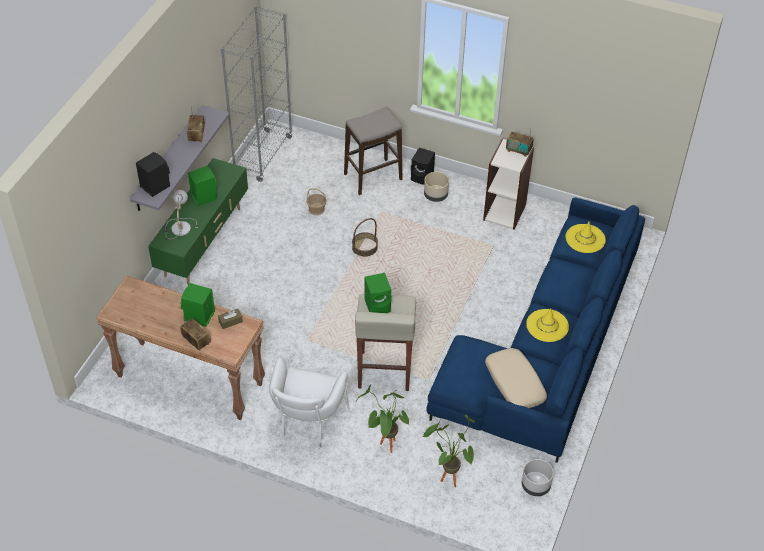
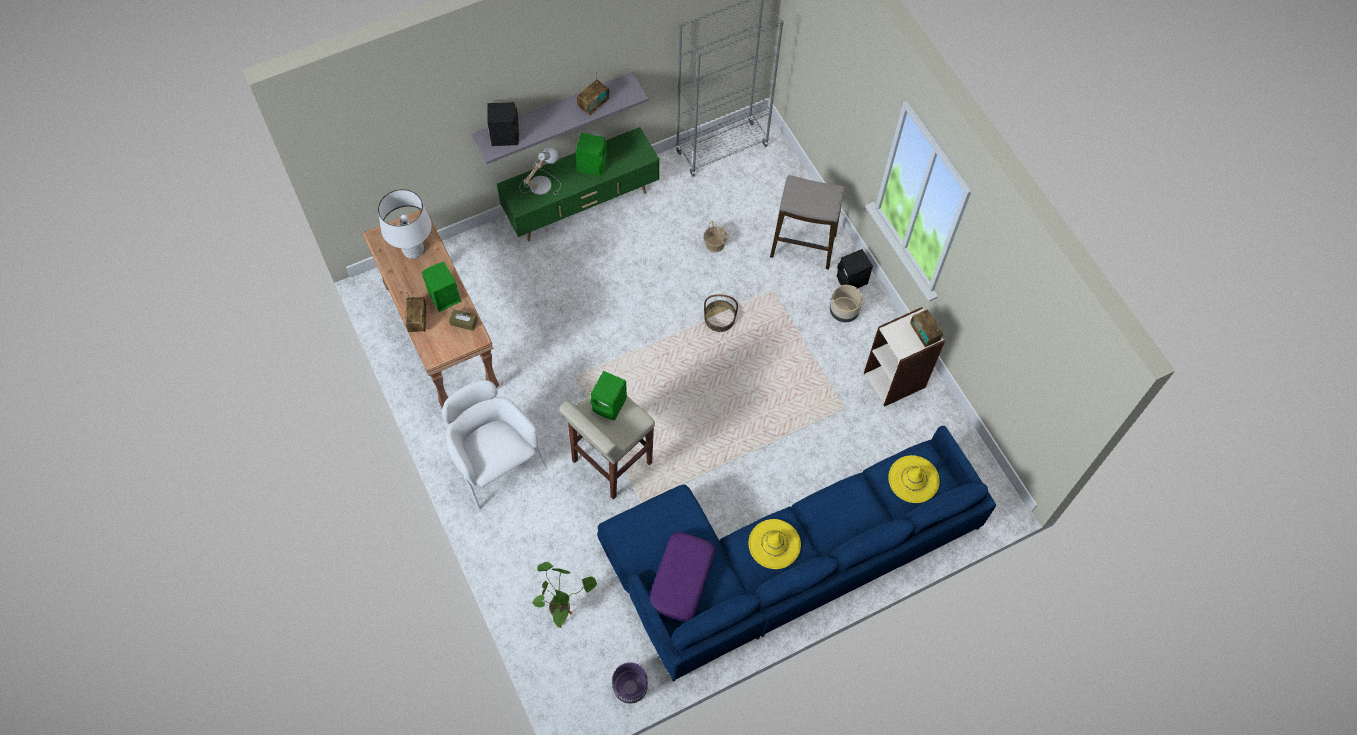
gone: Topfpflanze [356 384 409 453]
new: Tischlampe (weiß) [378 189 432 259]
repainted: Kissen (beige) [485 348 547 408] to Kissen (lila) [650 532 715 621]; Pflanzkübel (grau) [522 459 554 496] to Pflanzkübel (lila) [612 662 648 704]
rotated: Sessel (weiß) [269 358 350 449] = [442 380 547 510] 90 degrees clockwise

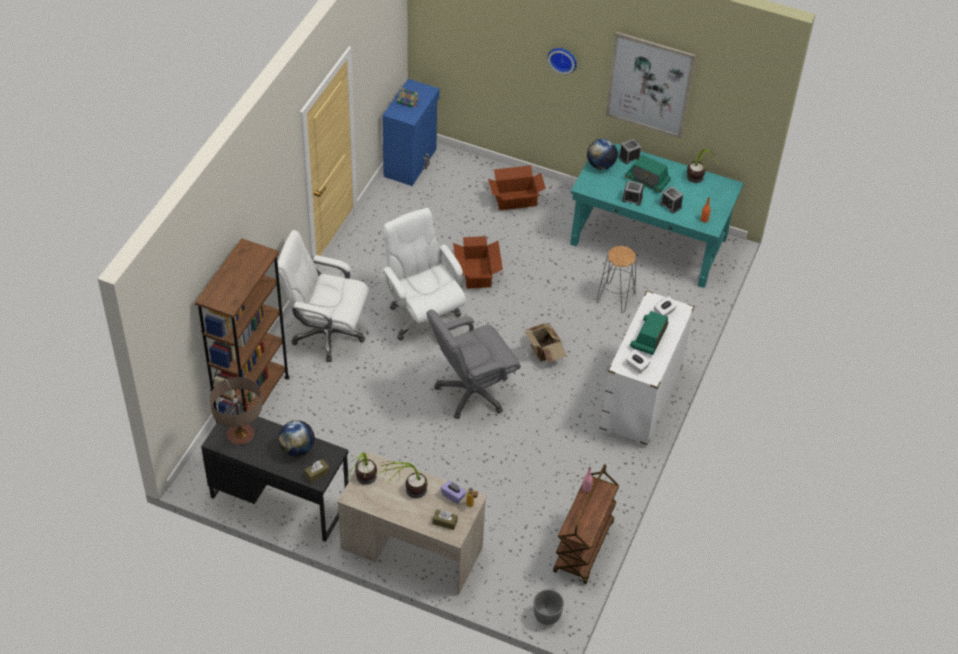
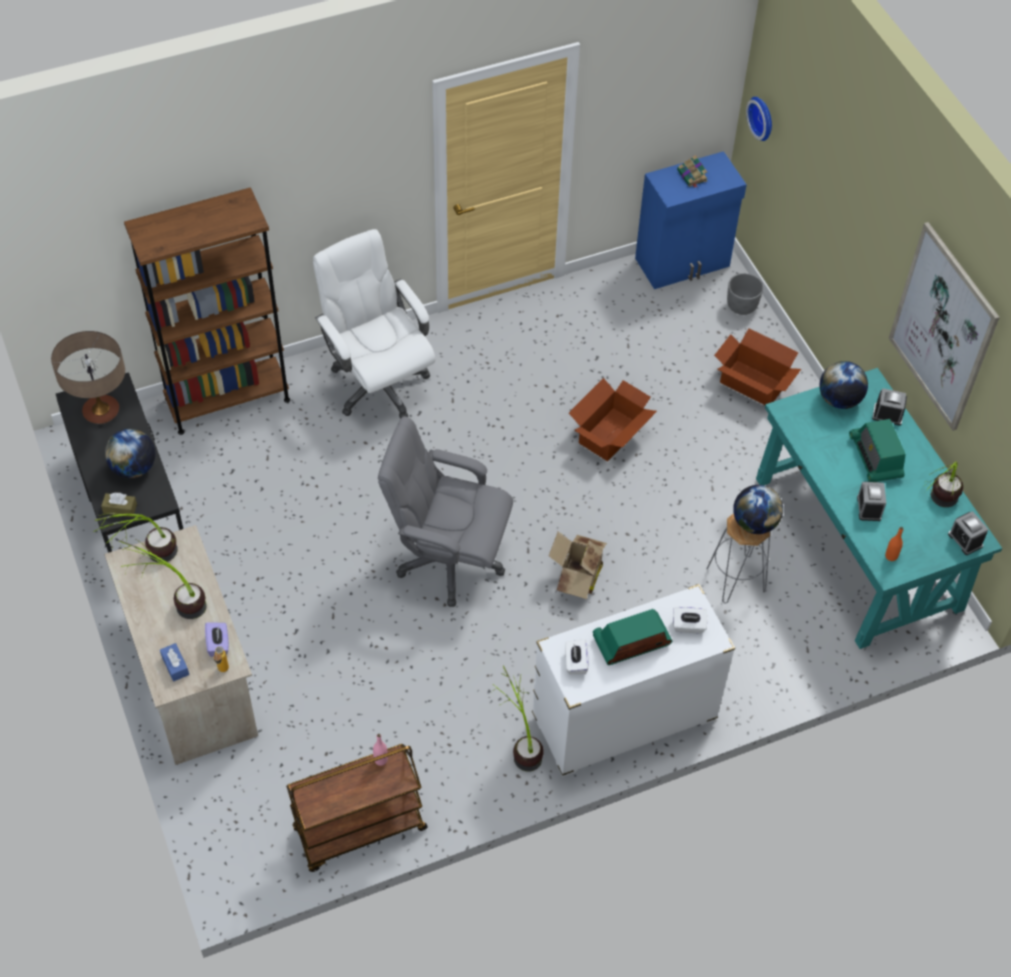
gone: Bürostuhl (weiß) [382 208 466 340]
new: Topfpflanze [492 665 544 772]; Globus [733 485 783 534]
shifted: Pflanzkübel (grau) [534 589 564 625] to [727 273 764 315]; Wanduhr [548 48 577 74] to [746 97 772 141]; Wecker [622 181 644 206] to [948 511 989 555]
repainted: Taschentuchbox (braun) [433 509 458 530] to Taschentuchbox (blau) [160 643 189 682]

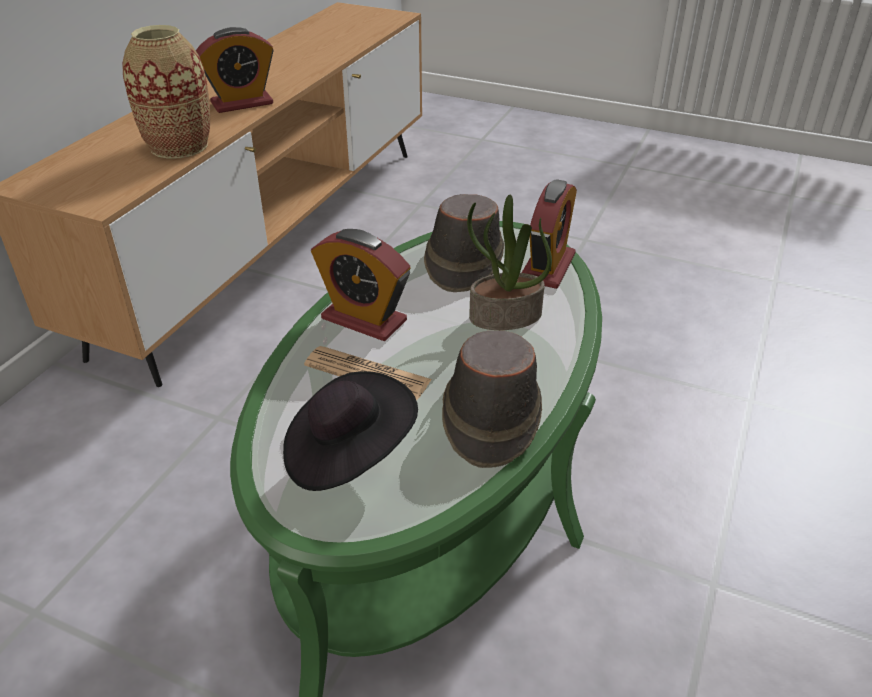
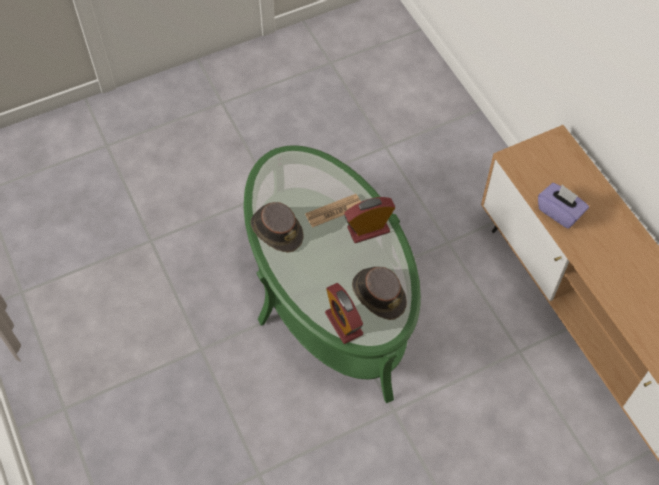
gone: Wecker [196 27 274 113]; Hut (schwarz) [283 371 418 491]; Topfpflanze [467 195 552 330]
swapped: Vase [122 25 210 159] to Taschentuchbox (lila) [538 183 589 229]

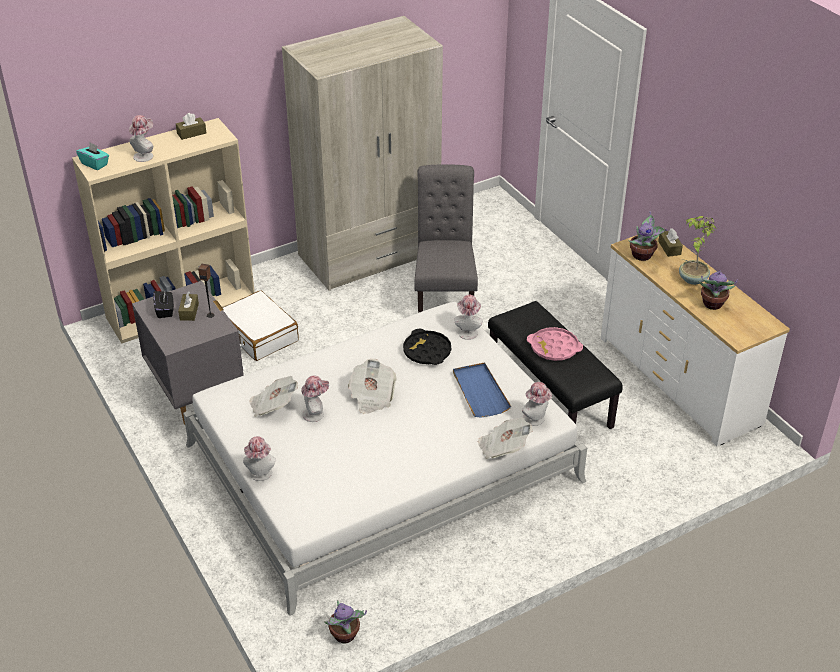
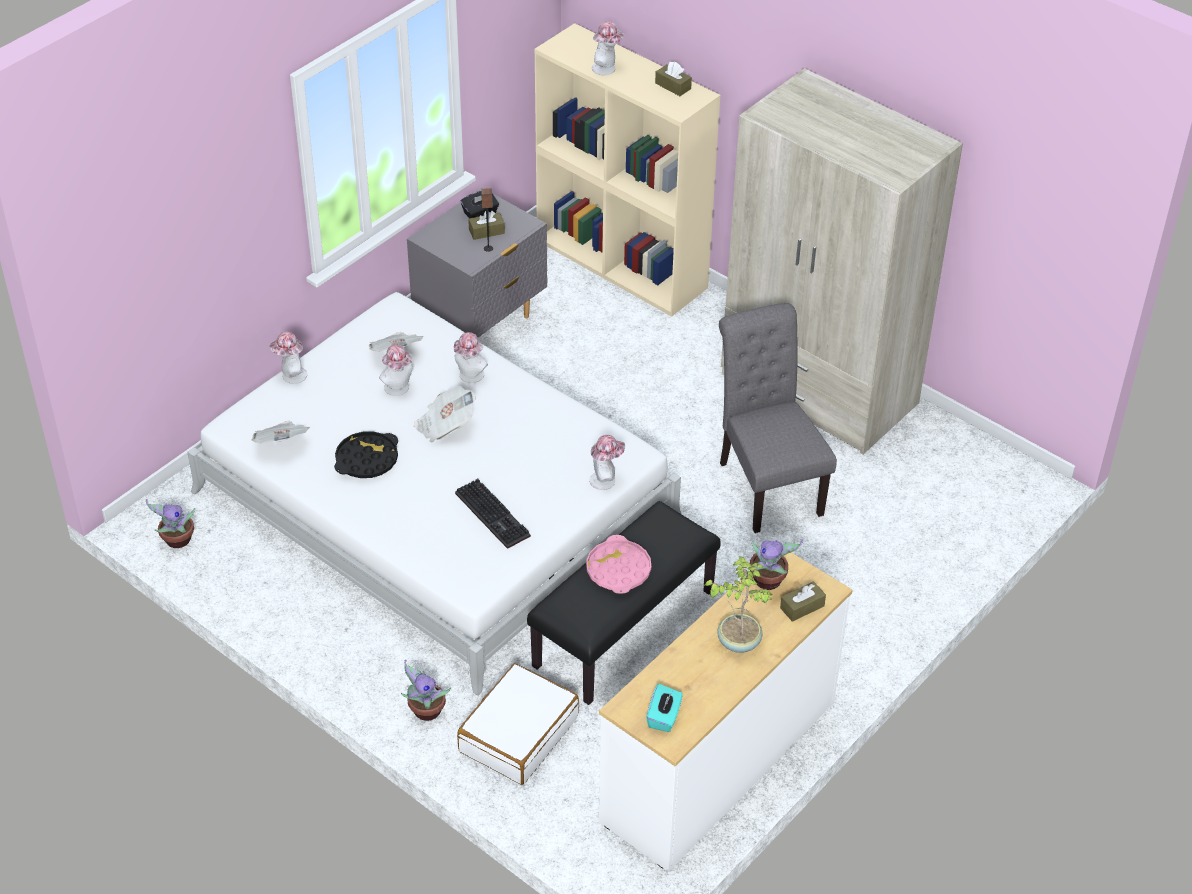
shifted: Taschentuchbox (türkis) [76 143 109 170] to [646 684 683 732]; Koffer (weiß) [222 290 299 361] to [457 663 579 785]; Tablett (schwarz) [403 329 451 365] to [334 431 398 478]; Zeitung [477 417 533 459] to [252 421 310 443]; Hut [522 382 552 426] to [454 332 488 383]; Topfpflanze [699 270 738 310] to [401 660 451 721]
swapped: Tablett (blau) [453 363 511 418] to Tastatur [455 478 531 549]
rotated: Stuhl (grau) [415 165 478 313] = [719 303 837 533] 90 degrees counterclockwise

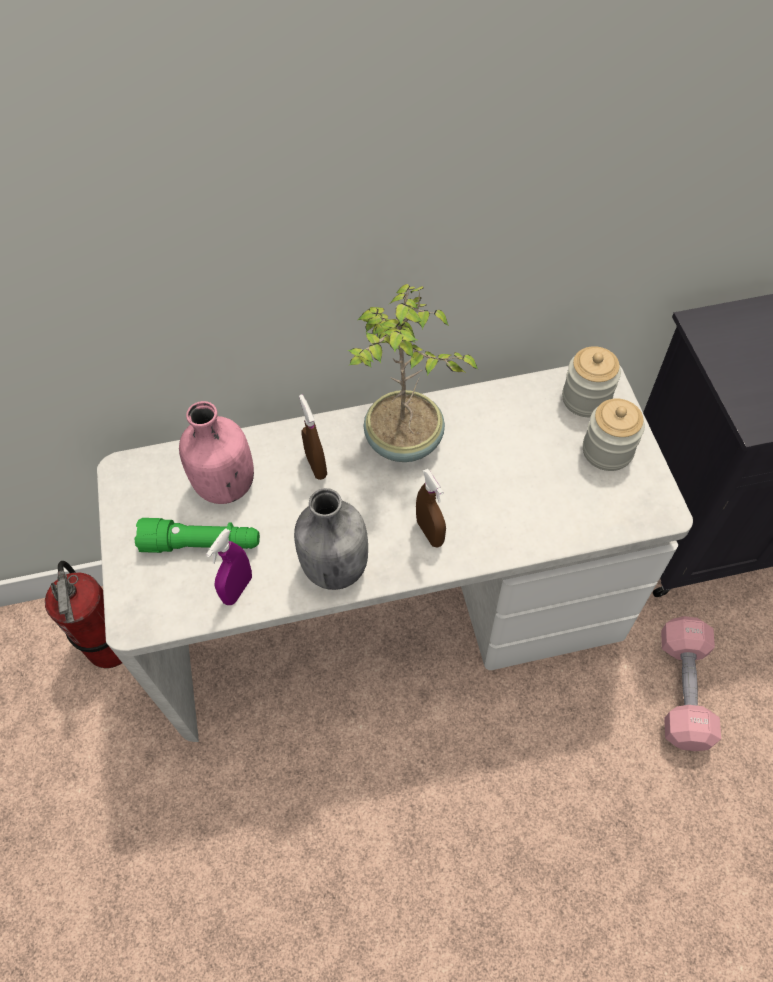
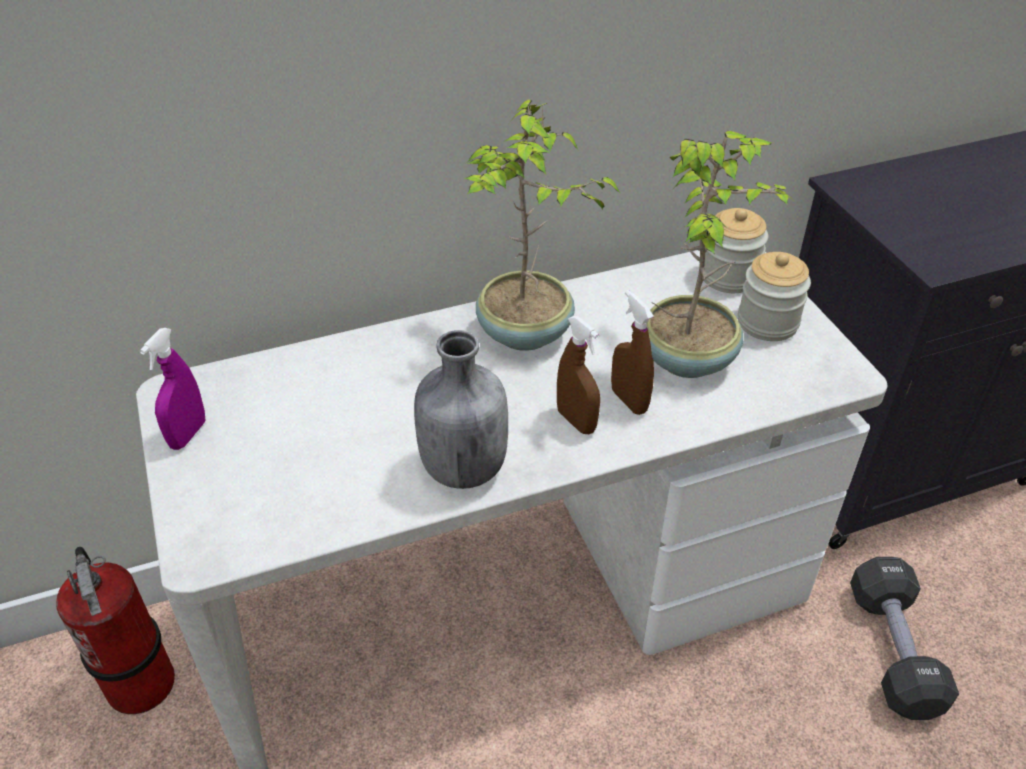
gone: Taschenlampe (grün) [135 518 260 553]; Flasche (rosa) [179 401 254 504]
new: Topfpflanze [647 131 797 378]
shifted: Sprühflasche (lila) [206 528 252 605] to [140 328 205 450]; Sprühflasche (braun) [299 394 327 480] to [611 290 654 415]
repainted: Hantel (rosa) [661 616 721 751] to Hantel (schwarz) [850 557 959 720]

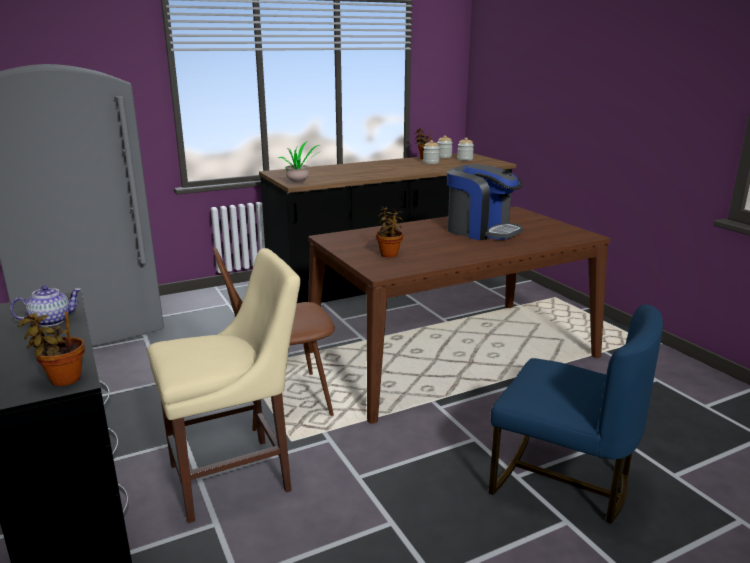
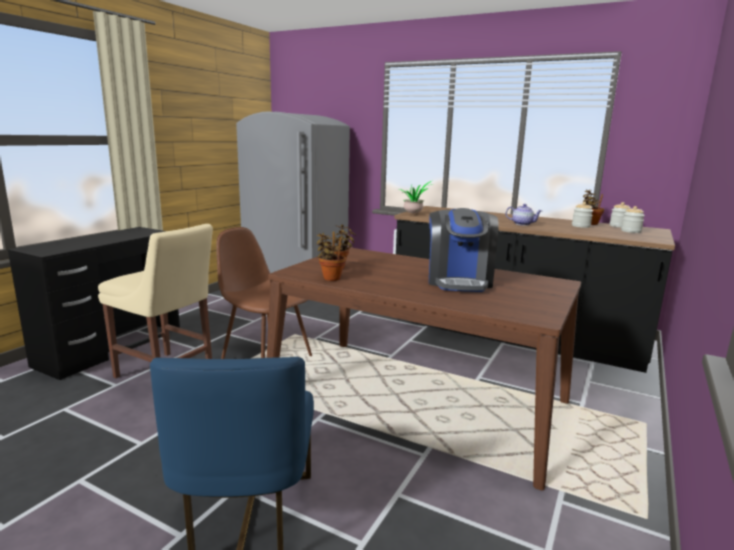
shifted: Teekanne [10 285 81 327] to [506 204 542 226]; Topfpflanze [17 311 85 386] to [316 233 346 281]

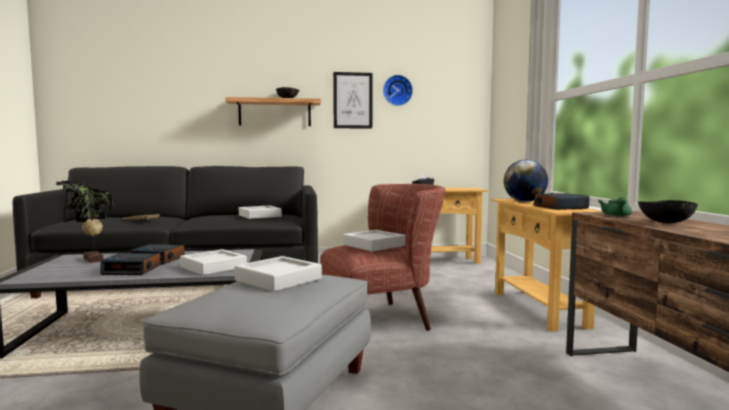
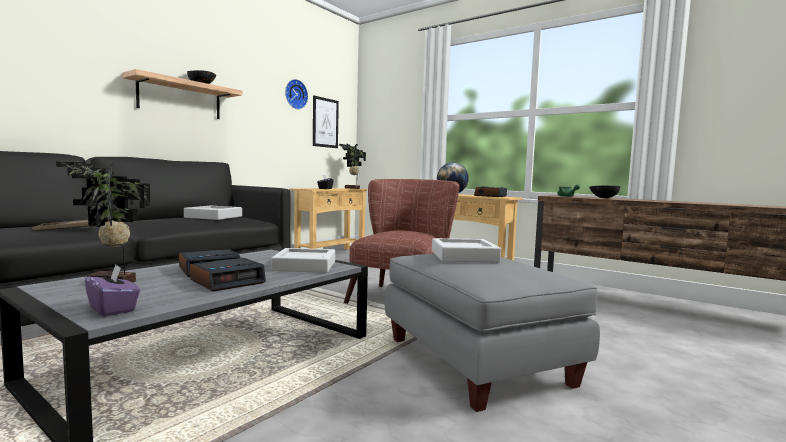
gone: Tablett (grau) [343 230 406 252]
new: Taschentuchbox (lila) [85 265 140 317]; Topfpflanze [339 143 366 189]
shifted: Bild [333 72 372 129] to [313 96 339 148]

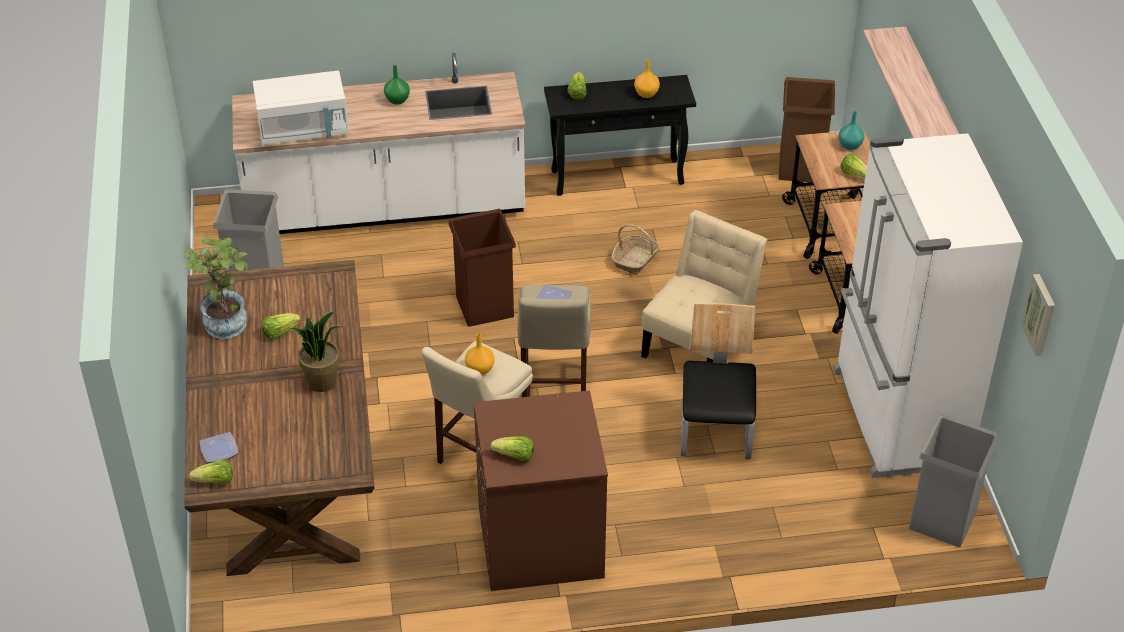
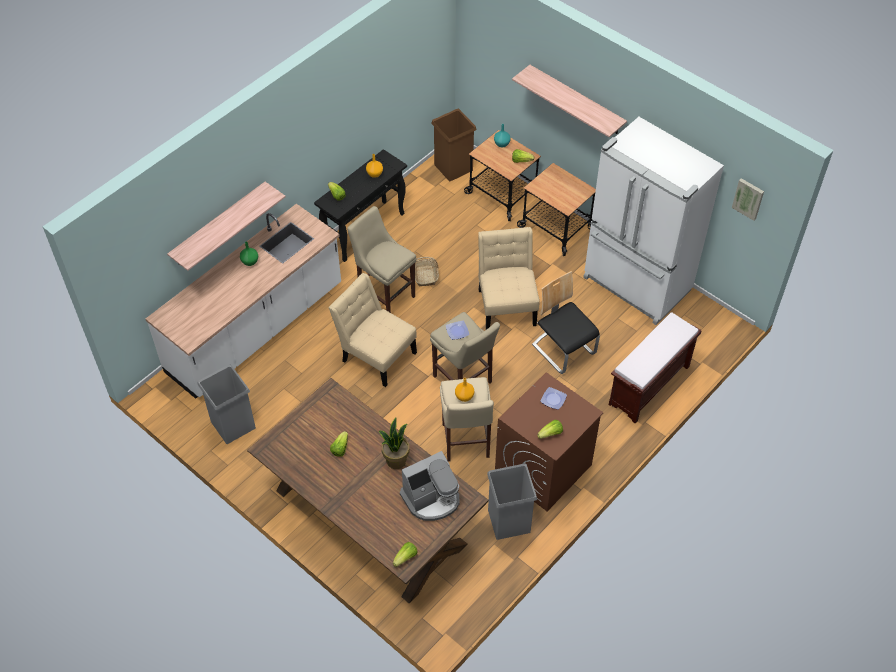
gone: Topfpflanze [183 236 248 339]; Mikrowelle (weiß) [253 71 349 145]
new: Wandregal [167 182 285 271]; Hocker (beige) [347 206 417 313]; Kaffeemaschine [400 451 460 521]; Bank (braun) [609 312 702 424]
shifted: Teller [200 432 238 463] to [540 387 567 410]; Mülleimer (grau) [909 414 998 547] to [487 463 537 540]
swapped: Mülleimer (braun) [449 209 516 327] to Stuhl (beige) [329 273 417 387]

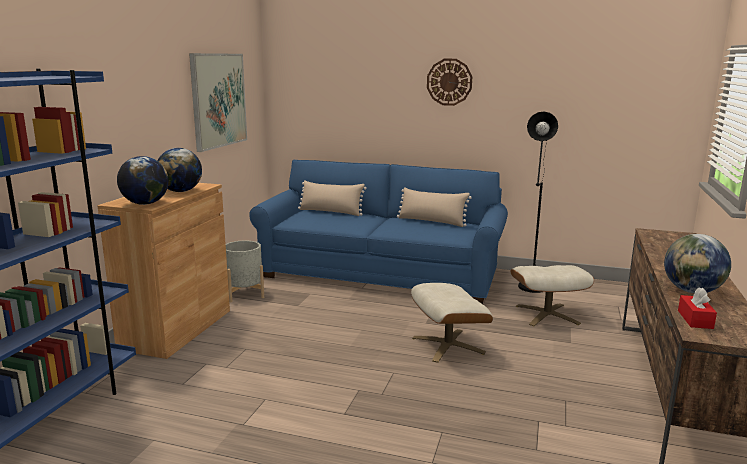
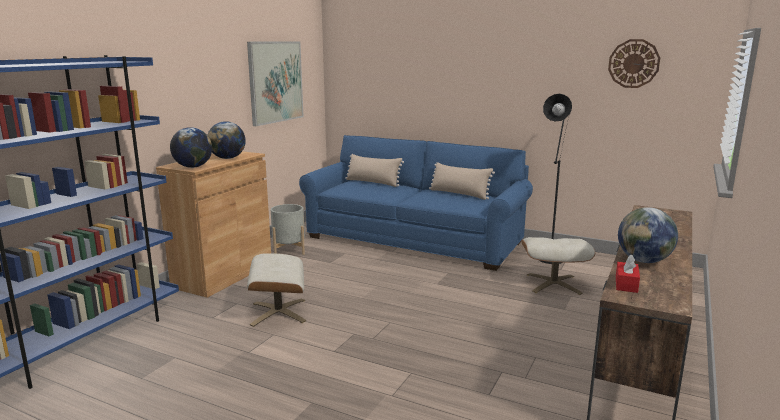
shifted: Polsterhocker (beige) [411 283 493 363] to [247 253 306 327]; Wanduhr [427 59 472 106] to [608 39 660 88]

